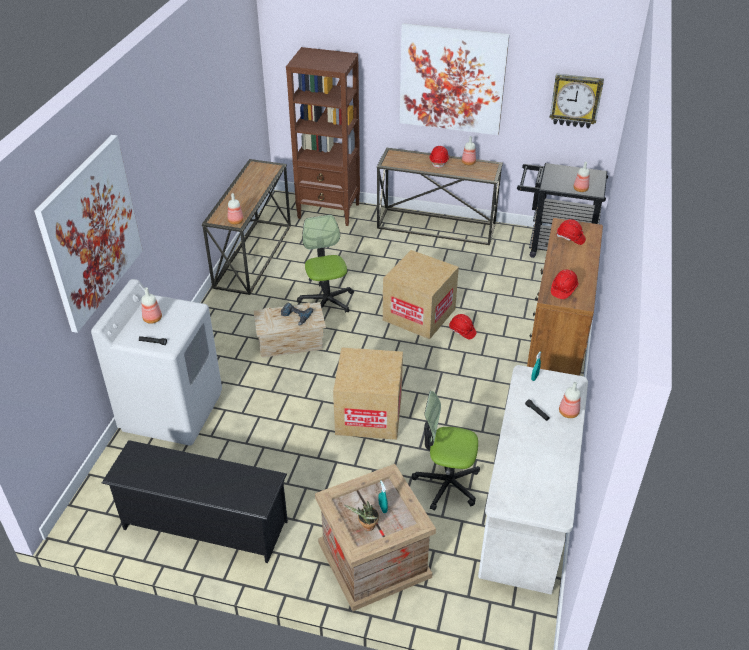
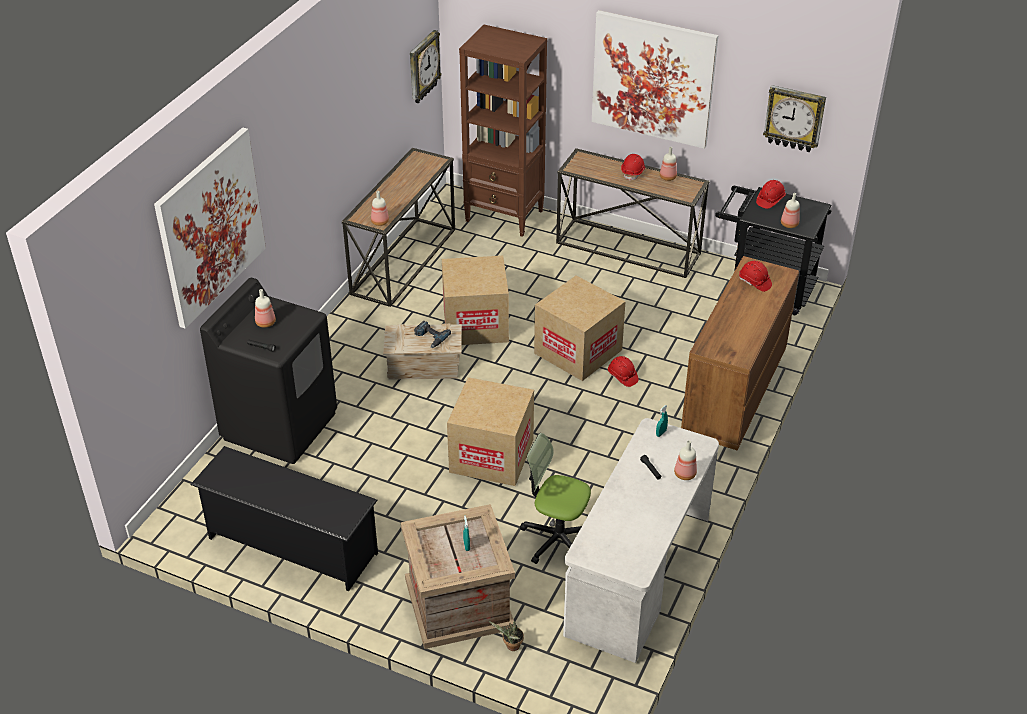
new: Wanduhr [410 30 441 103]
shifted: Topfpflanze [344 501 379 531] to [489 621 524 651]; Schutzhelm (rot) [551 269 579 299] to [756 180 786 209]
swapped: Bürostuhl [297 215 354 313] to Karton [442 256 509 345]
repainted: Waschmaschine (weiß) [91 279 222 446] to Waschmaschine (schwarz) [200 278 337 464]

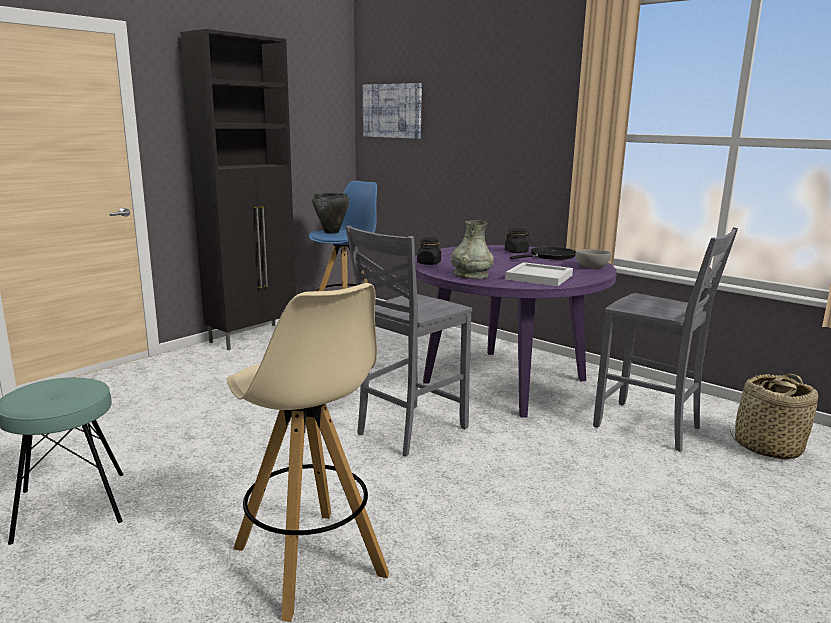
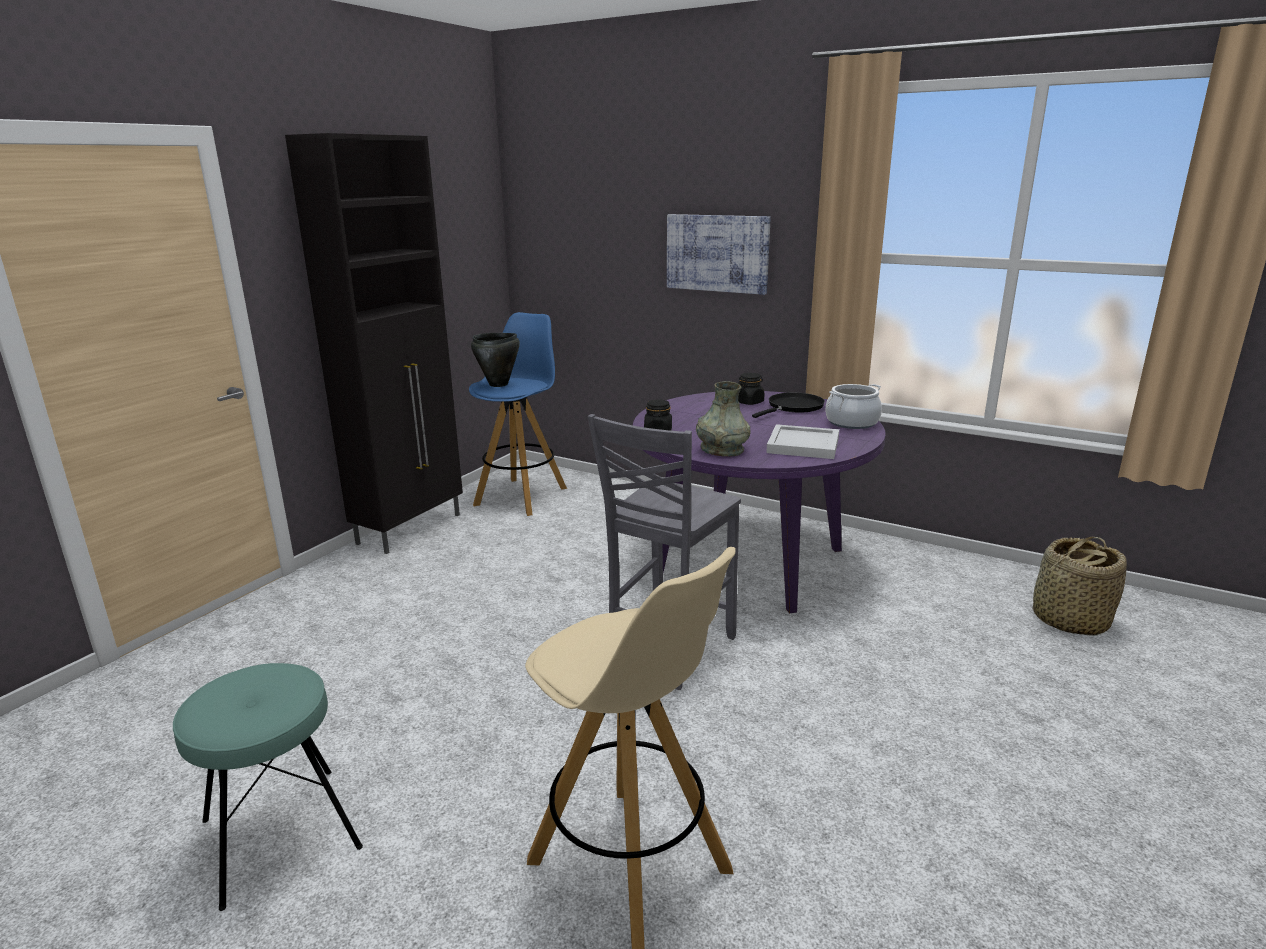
gone: Stuhl (grau) [593 227 738 452]
shifted: Bild [363 83 422 139] to [667 214 771 295]
swapped: Schüssel (grau) [575 249 611 269] to Kochtopf [826 384 882 429]

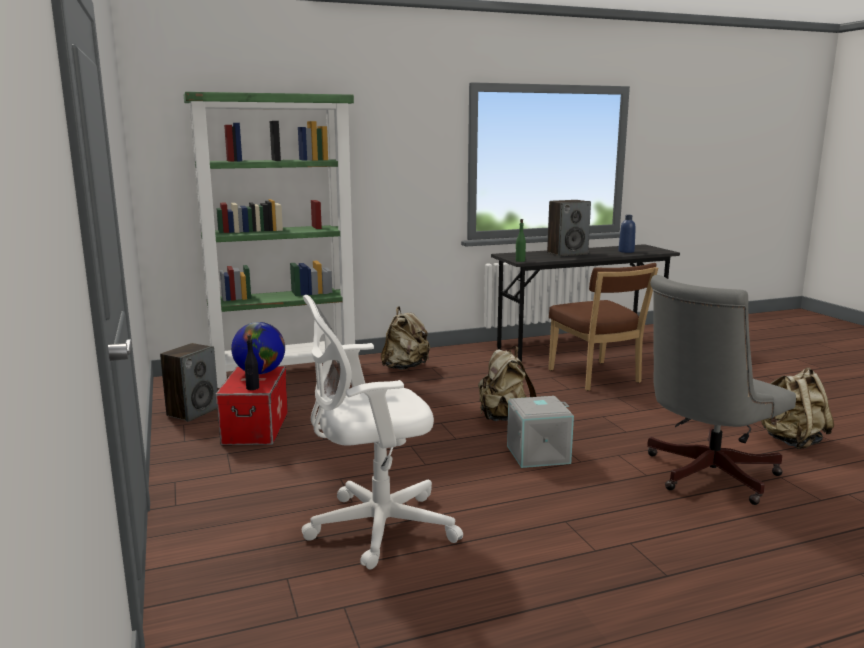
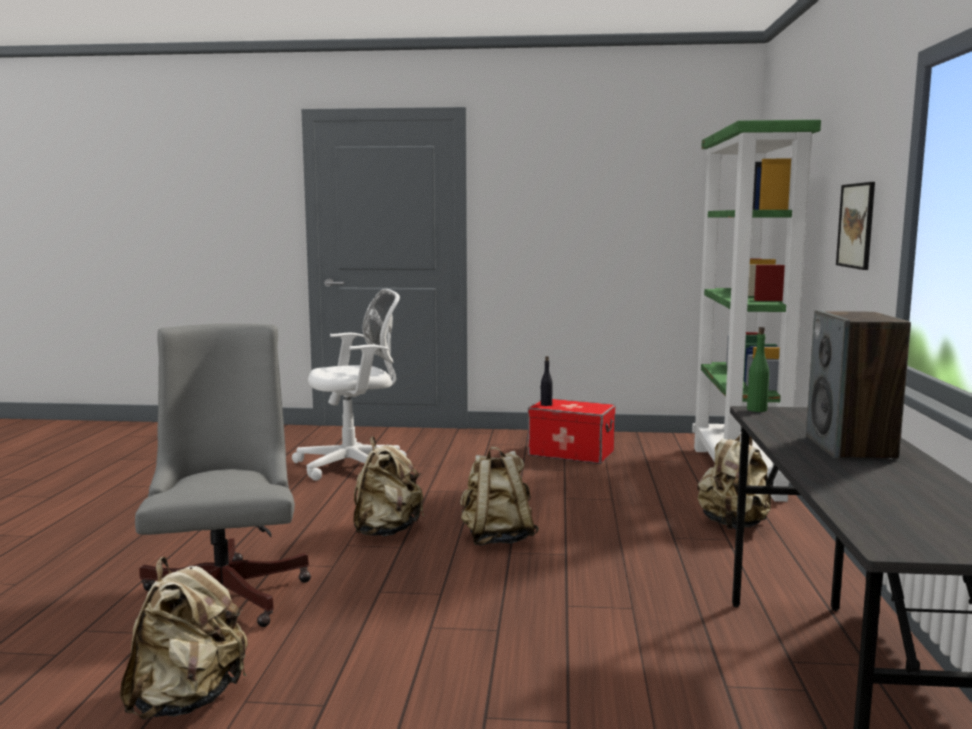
gone: Lautsprecher [160 343 218 422]; Globus [231 322 285 374]; Stuhl (braun) [548 263 658 391]; Flasche (blau) [618 215 636 253]
new: Bild [836 182 875 270]
swapped: Aufbewahrungsbox (grau) [507 396 574 468] to Rucksack (beige) [353 437 424 536]
rotated: Bürostuhl (weiß) [301 295 463 570] = [292 289 407 481] 60 degrees clockwise

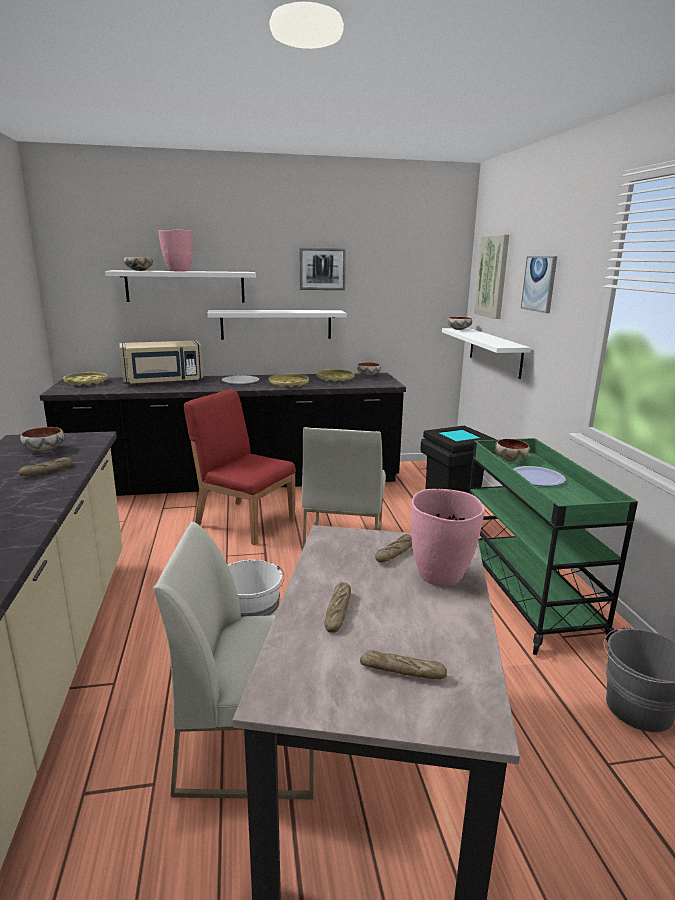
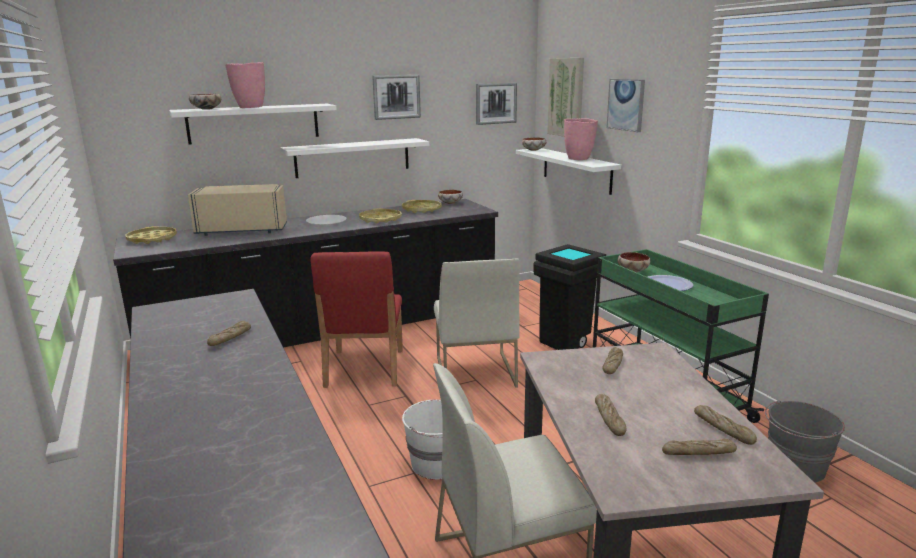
gone: Schüssel [20 427 65 452]
new: Bild [476 83 517 125]; Brot [694 405 757 445]
shifted: Vase (rosa) [411 489 485 586] to [564 118 598 160]
rotated: Mikrowelle (beige) [119 340 203 385] = [188 184 287 236] 150 degrees counterclockwise; Stuhl (rot) [184 390 296 545] = [310 252 403 388] 105 degrees counterclockwise

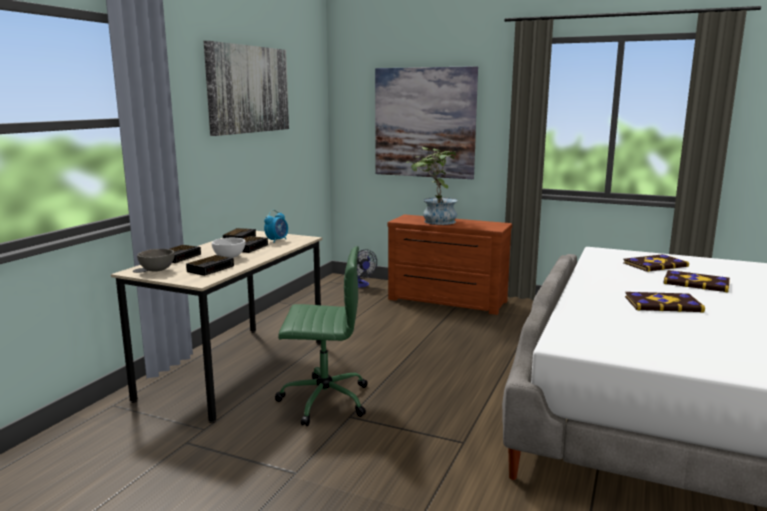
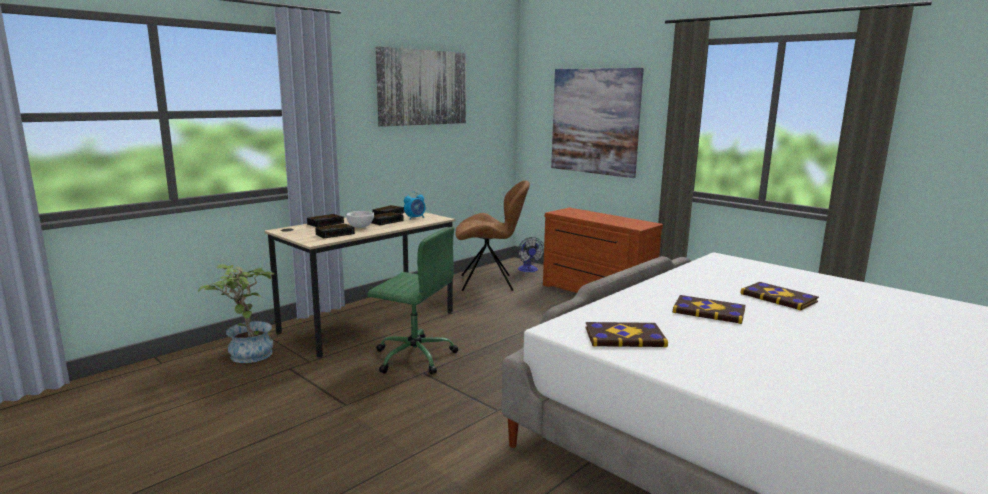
gone: Schüssel (grau) [137 249 174 272]
new: Stuhl (braun) [456 180 530 291]
shifted: Topfpflanze [411 147 458 225] to [198 264 274 363]; Buch [623 254 689 272] to [586 322 668 347]

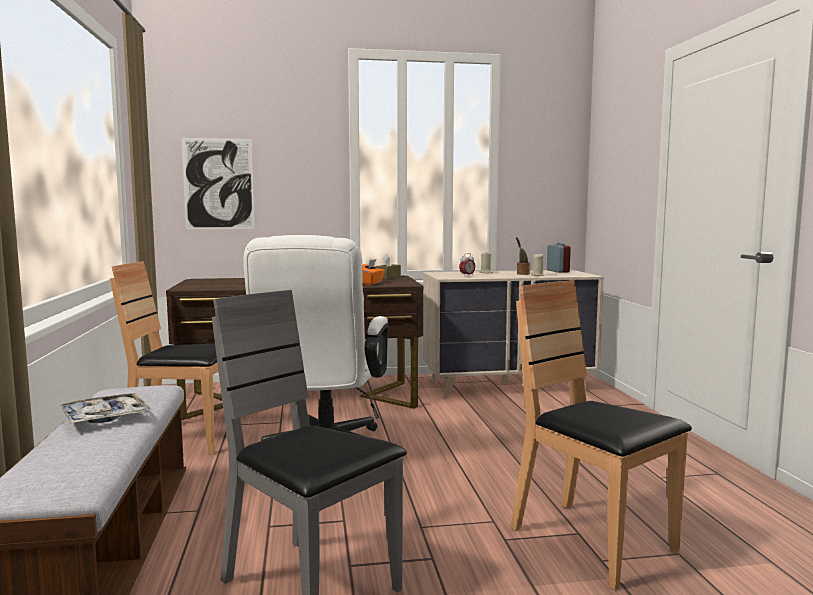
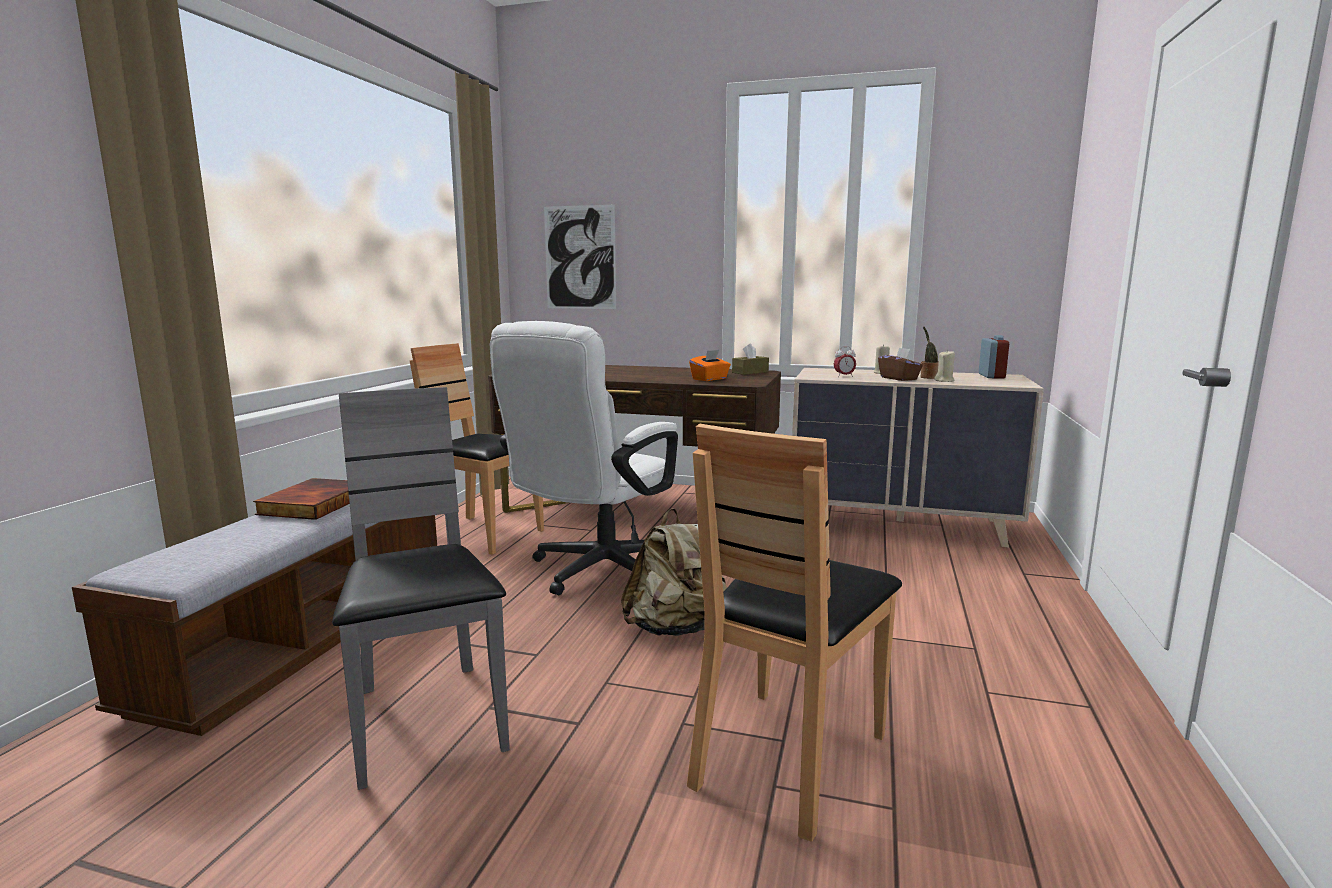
new: Rucksack (beige) [621 508 727 636]; Taschentuchbox (braun) [878 348 923 381]
swapped: Tablett [61 393 151 423] to Buch [253 478 350 520]
rotated: Stuhl (braun) [511 280 692 590] = [687 424 902 841] 135 degrees counterclockwise

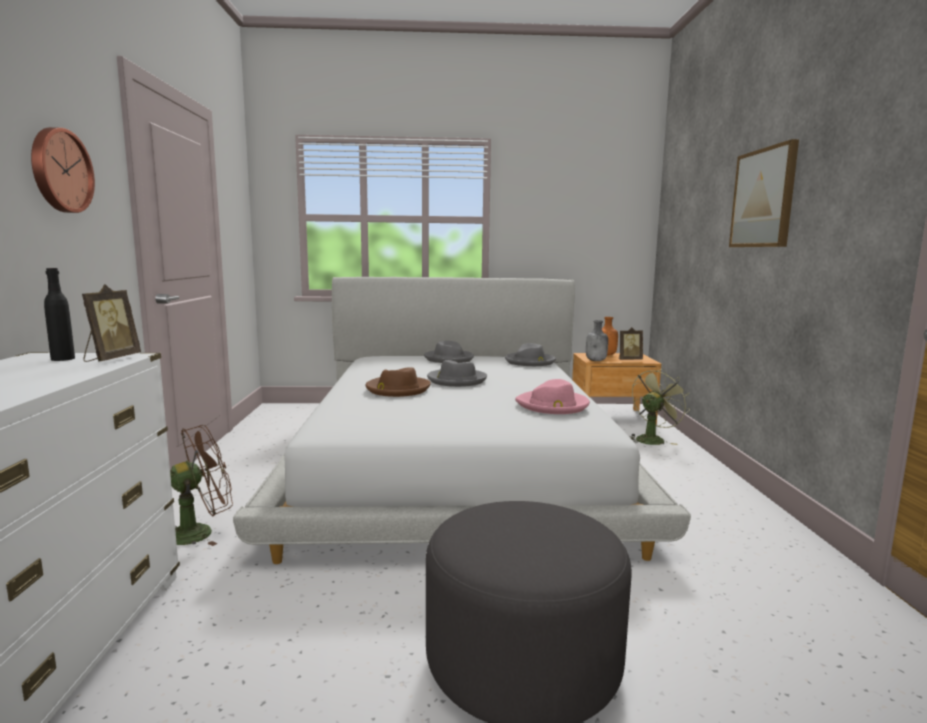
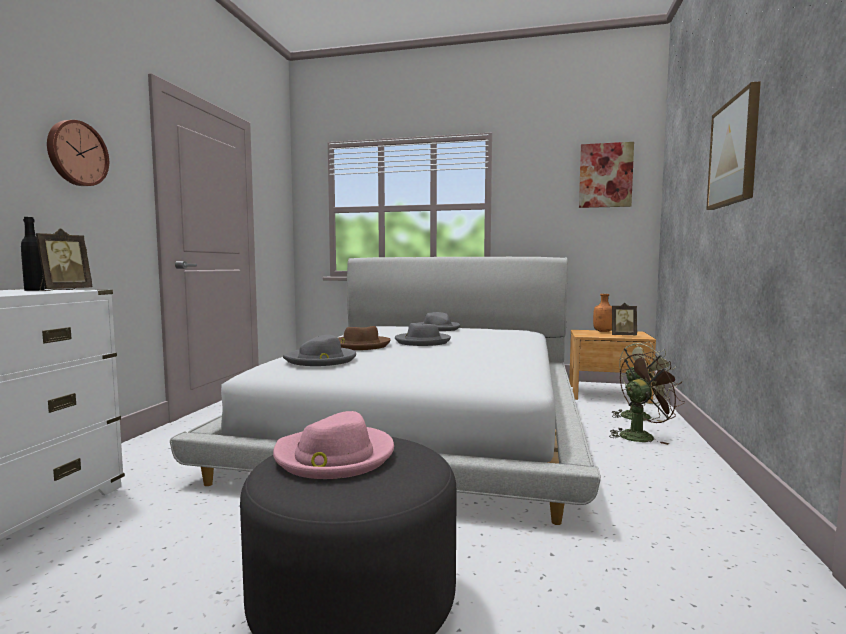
gone: Flasche (grau) [586 320 608 361]
new: Bild [579 142 634 208]
shifted: Ventilator (braun) [170 425 233 546] to [609 352 685 445]; Hut (grau) [505 343 556 366] to [283 335 356 366]; Hut (rosa) [515 379 590 414] to [273 411 394 479]

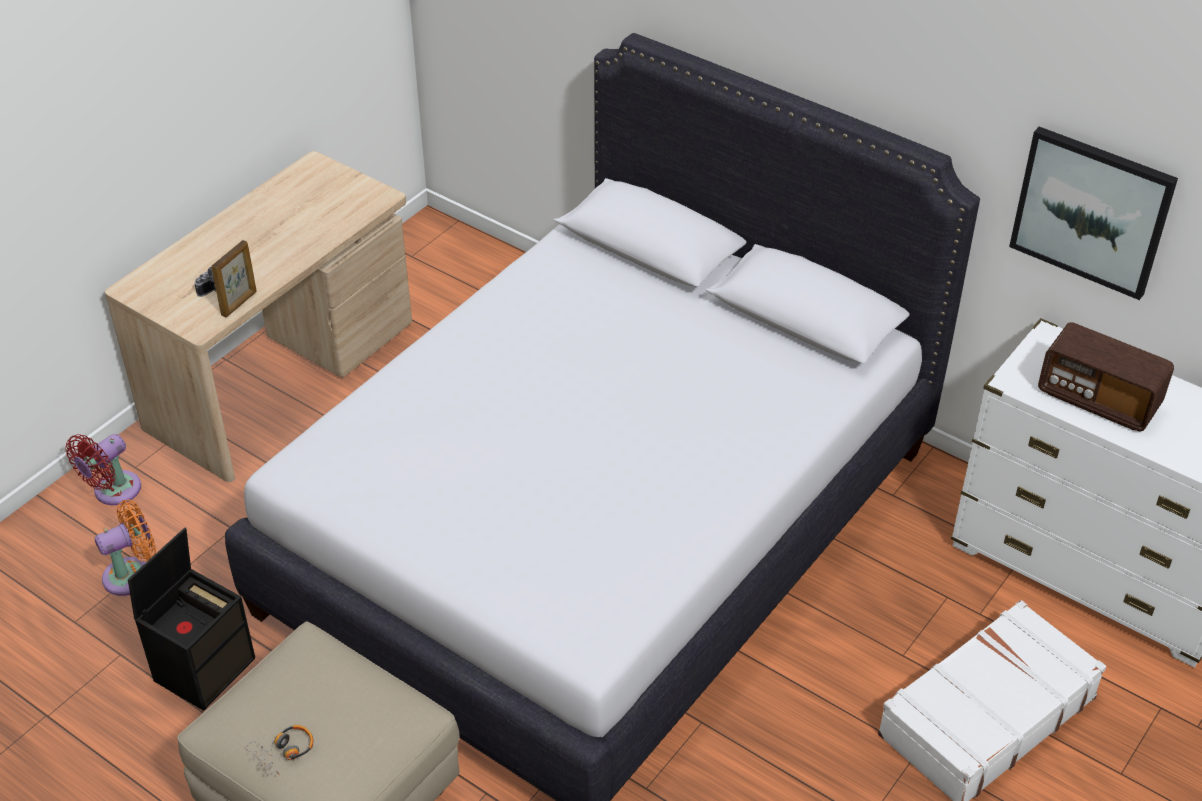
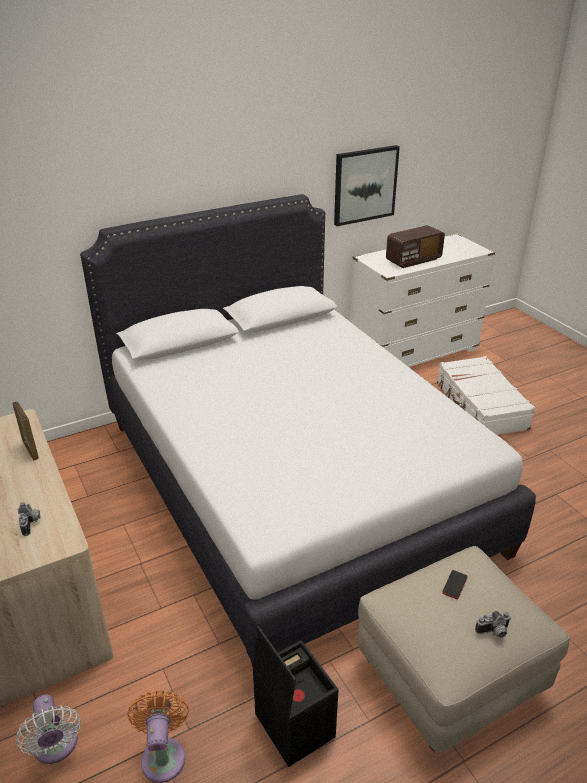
new: Handy [442 570 468 599]
shifted: Bilderrahmen [211 240 257 318] to [12 401 39 461]
swapped: Kopfhörer [246 725 314 776] to Kamera [475 611 511 638]
repainted: Ventilator (rot) [65 434 141 505] to Ventilator (weiß) [16 694 81 764]

